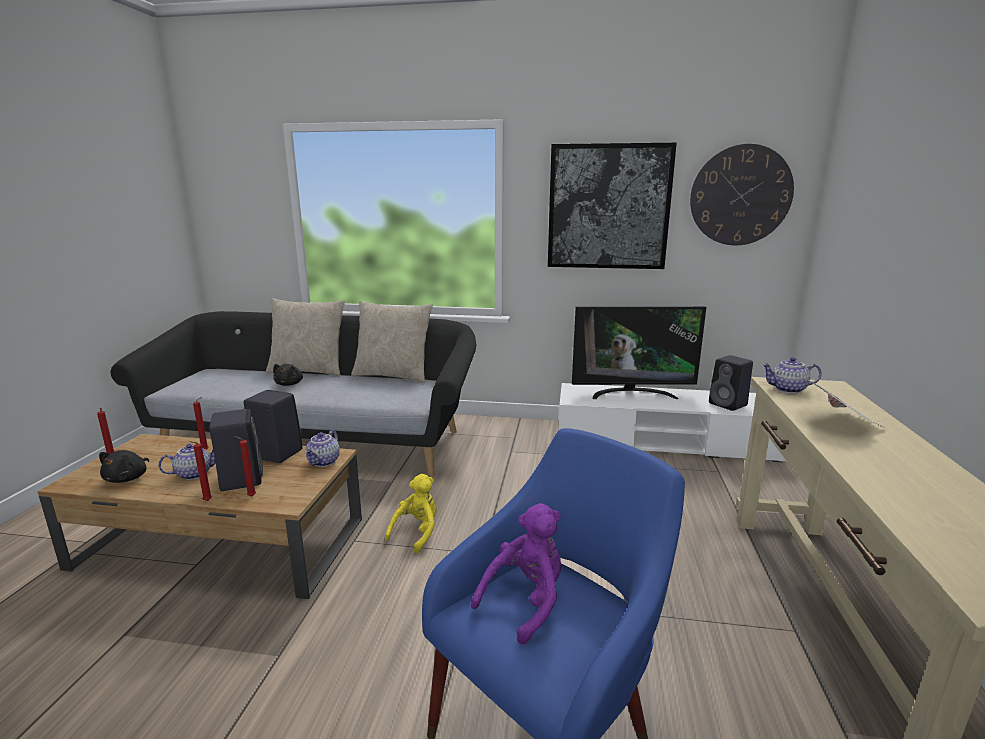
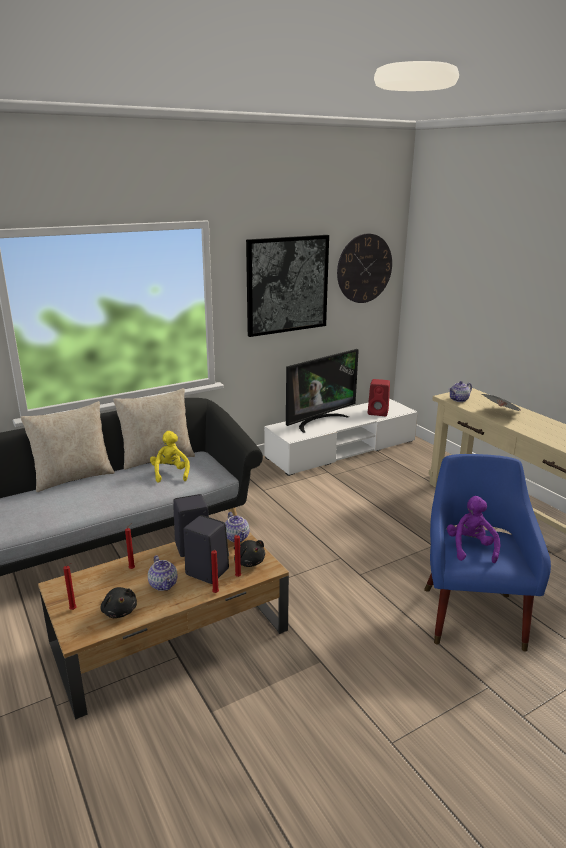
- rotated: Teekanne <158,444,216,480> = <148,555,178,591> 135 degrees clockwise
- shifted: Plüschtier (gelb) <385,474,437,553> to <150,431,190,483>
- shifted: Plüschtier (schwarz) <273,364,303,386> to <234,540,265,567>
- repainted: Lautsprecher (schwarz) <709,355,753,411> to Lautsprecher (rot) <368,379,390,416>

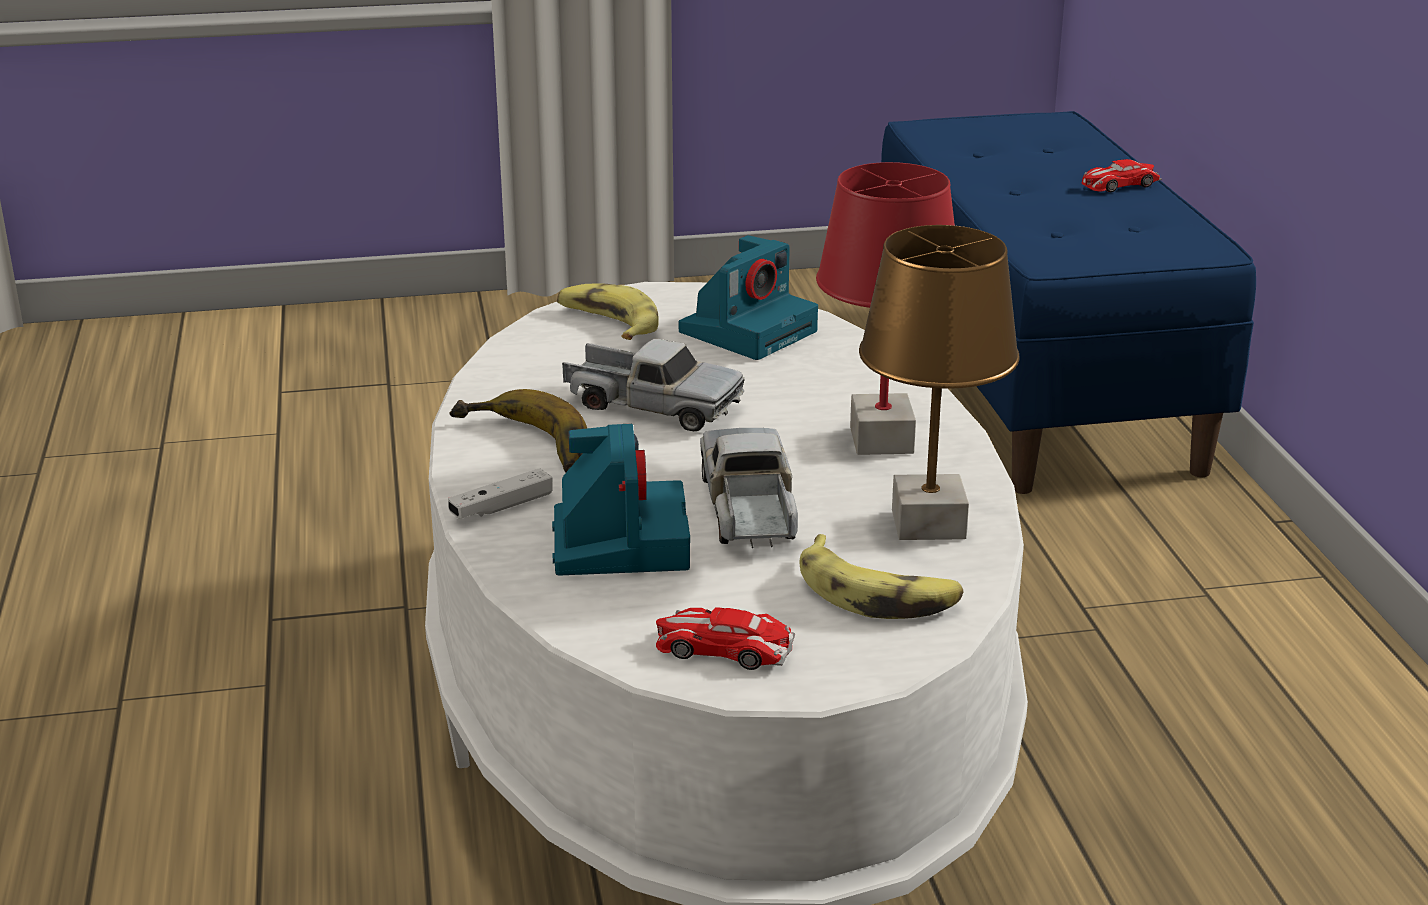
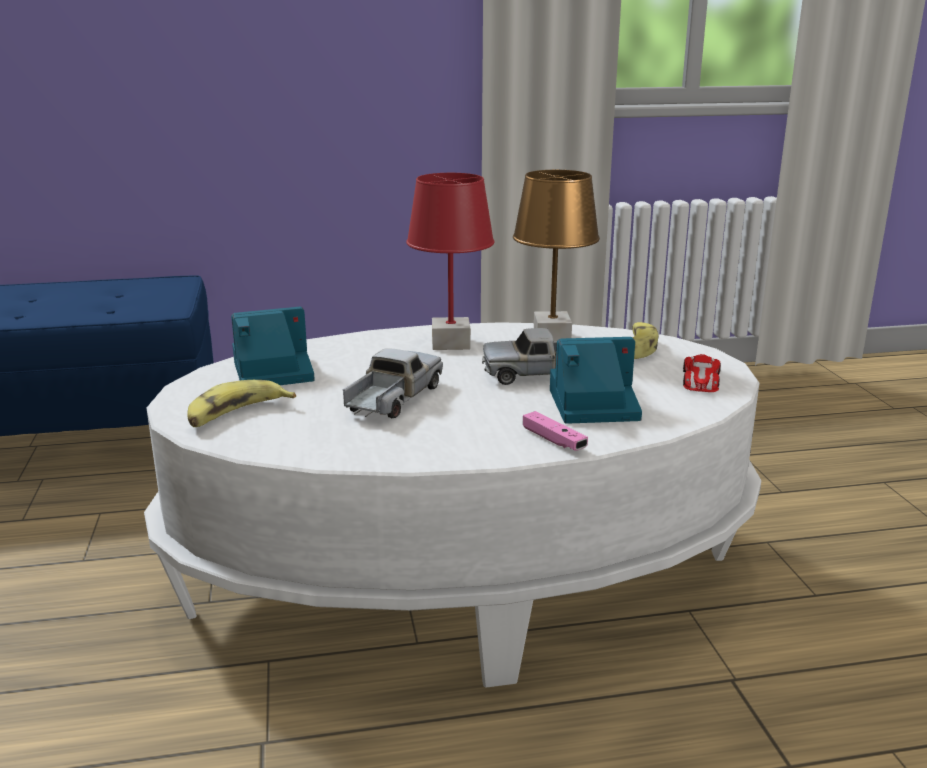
- rotated: Kamera <679,235,818,360> = <231,307,315,385> 60 degrees counterclockwise
- repainted: Gamepad (weiß) <448,468,553,519> to Gamepad (rosa) <523,411,588,451>
- gone: Banane <449,389,587,472>
- gone: Spielzeugauto <1081,159,1162,192>

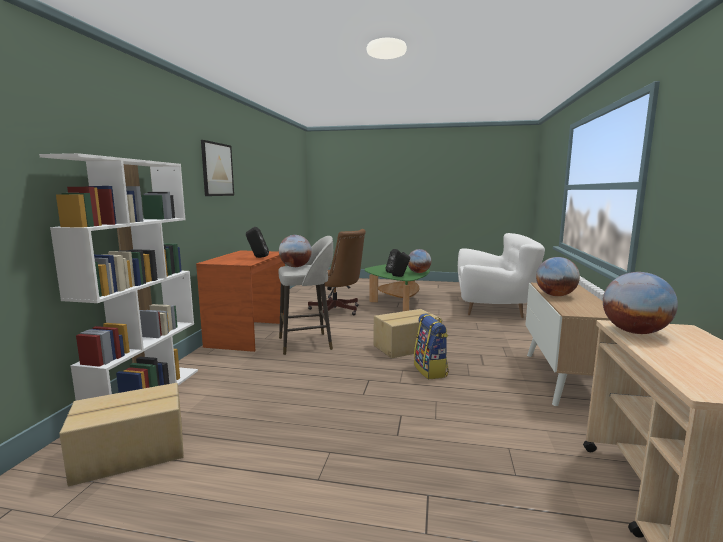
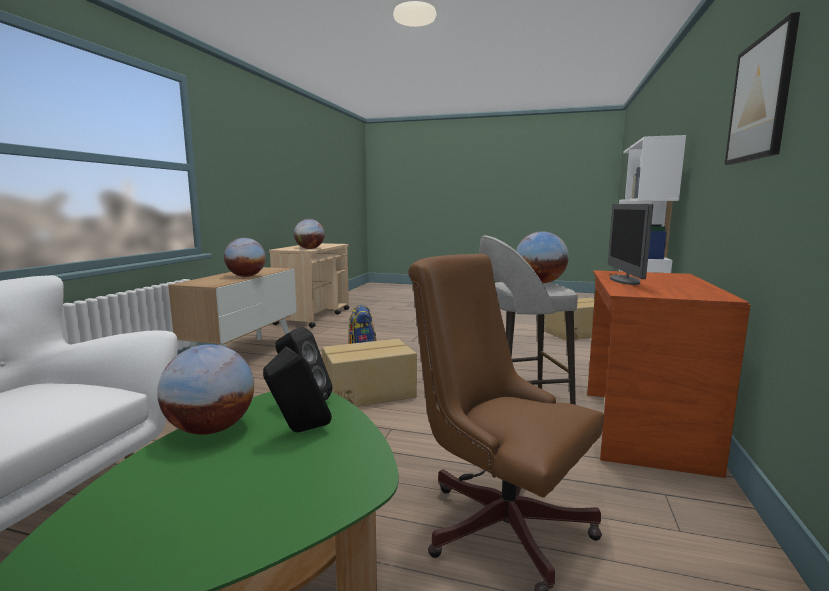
- swapped: Lautsprecher (schwarz) <246,227,269,258> to Monitor <608,204,653,285>

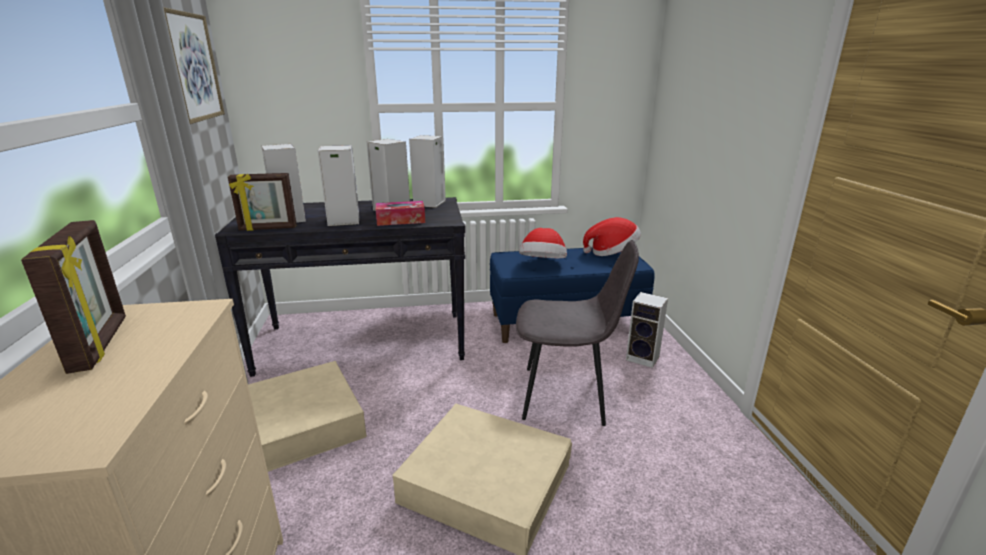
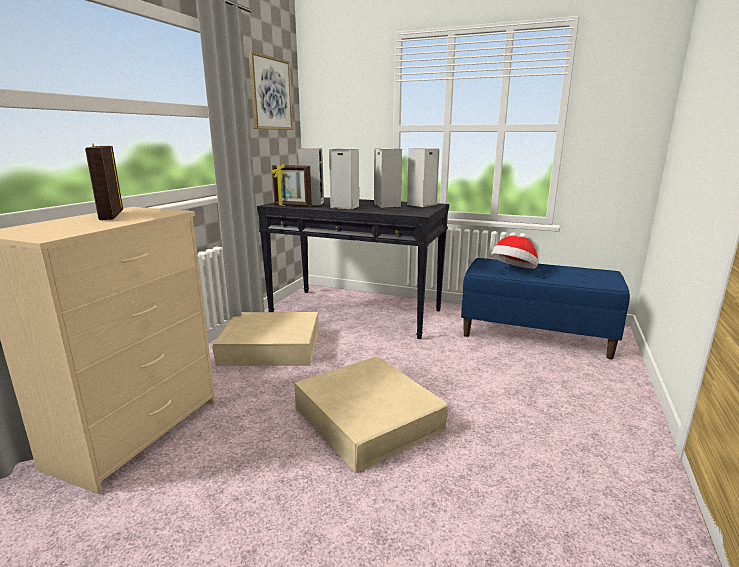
- rotated: Bilderrahmen <21,220,126,374> = <85,143,123,220> 150 degrees clockwise
- gone: Taschentuchbox <376,201,425,226>
- gone: Stuhl (grau) <516,240,639,426>
- gone: Hut <583,217,641,256>
- gone: Lautsprecher <626,292,668,368>

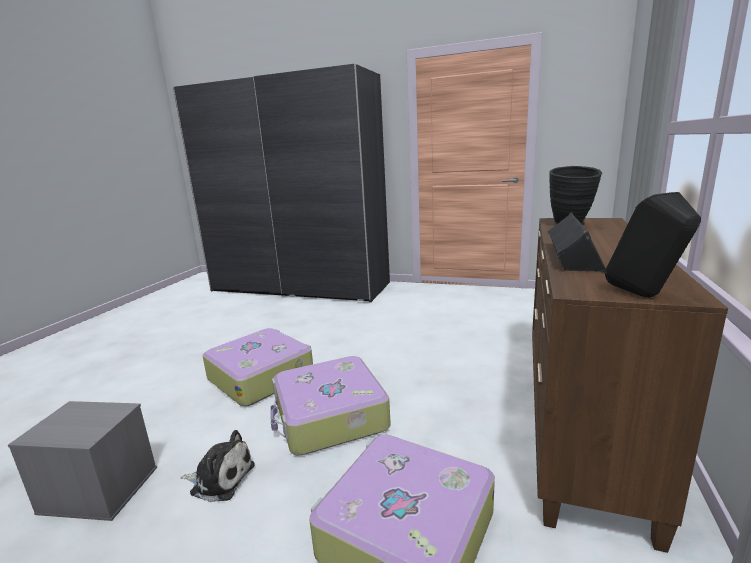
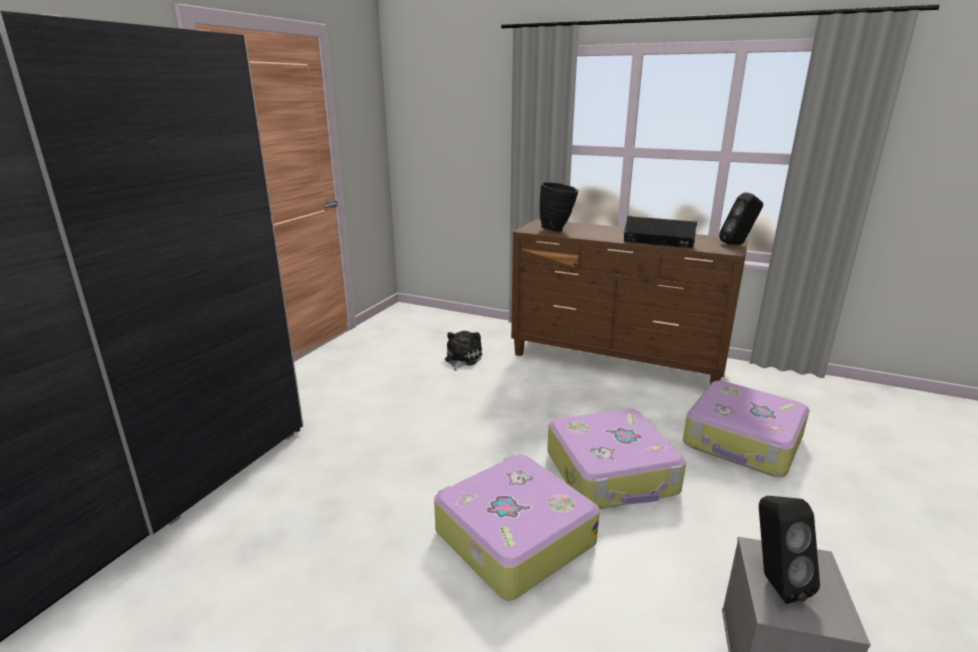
- shifted: Plüschtier <180,430,255,502> to <445,331,482,371>
- new: Lautsprecher (schwarz) <759,496,820,604>

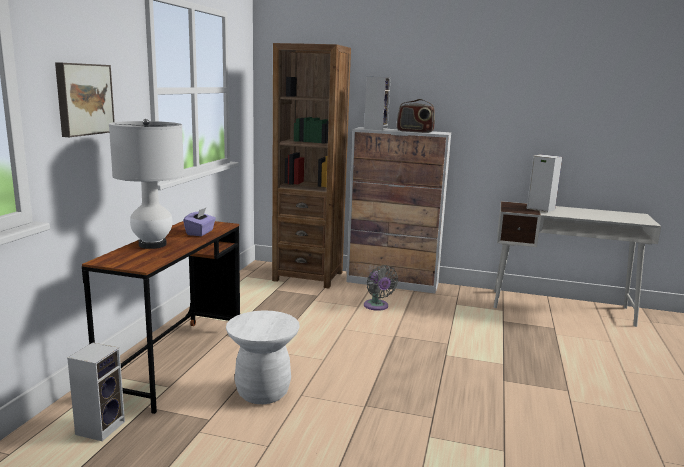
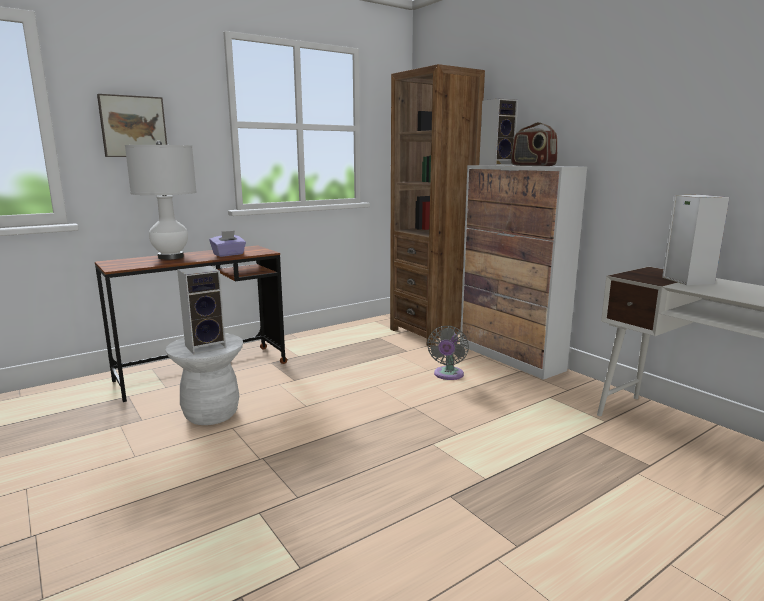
- shifted: Lautsprecher <67,342,125,441> to <177,266,226,355>

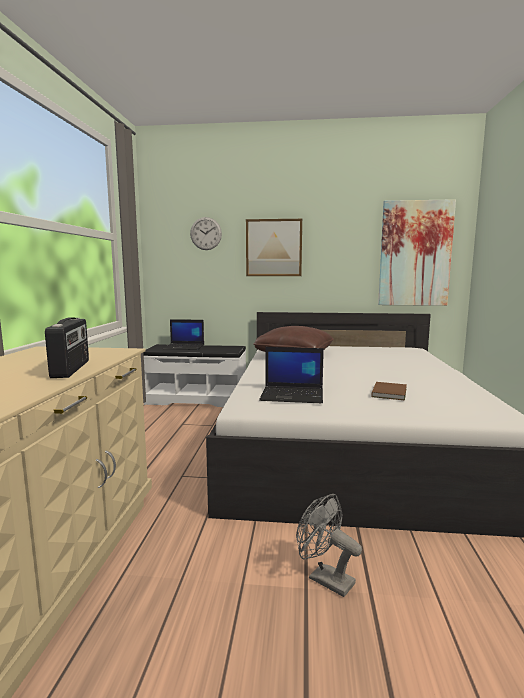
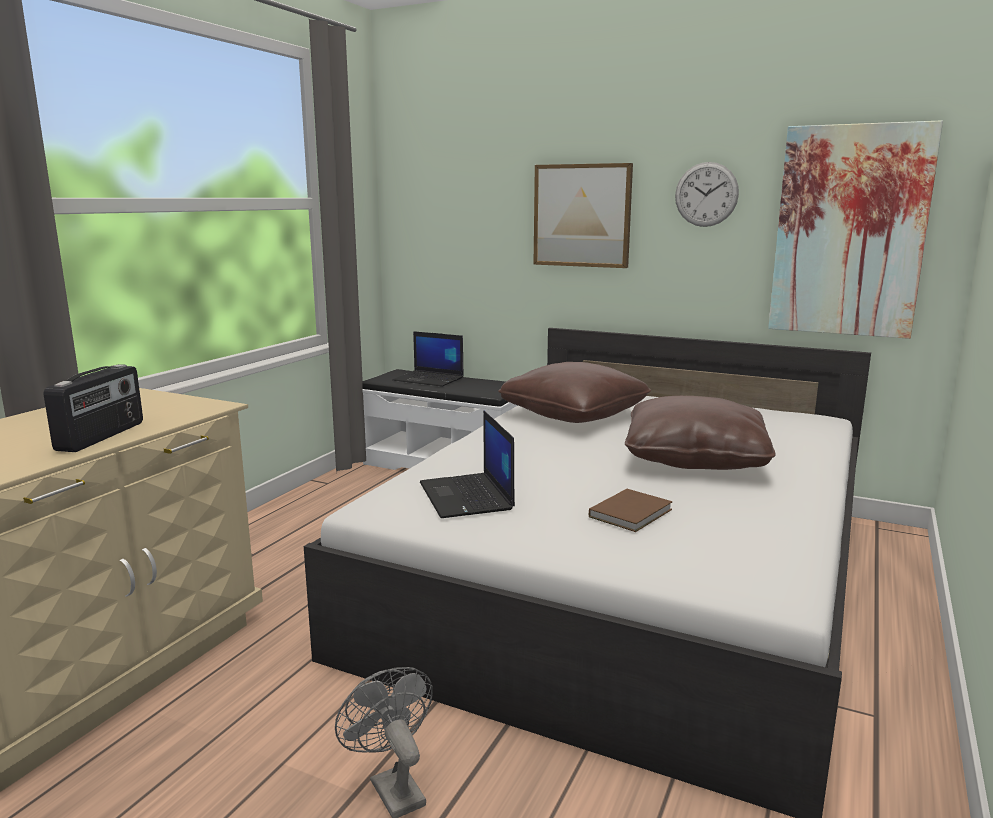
- rotated: Laptop <259,347,324,403> = <420,410,515,518> 45 degrees clockwise
- new: Kissen (braun) <625,396,776,470>
- shifted: Wanduhr <190,217,222,250> to <675,162,739,227>

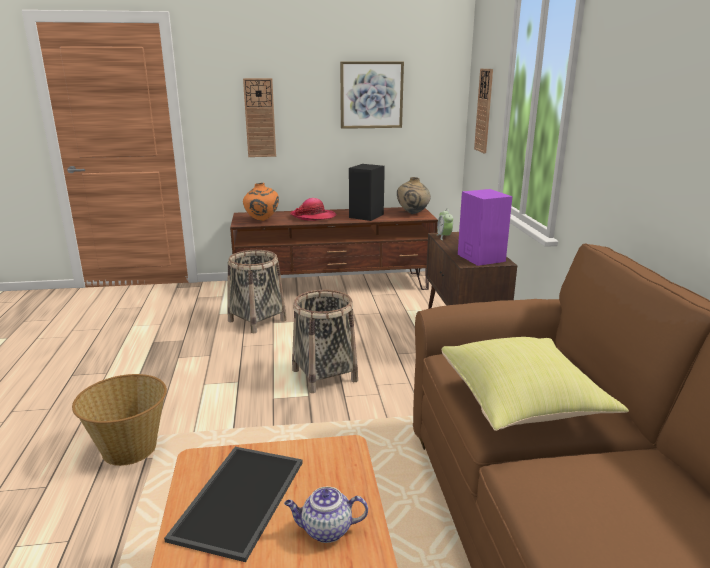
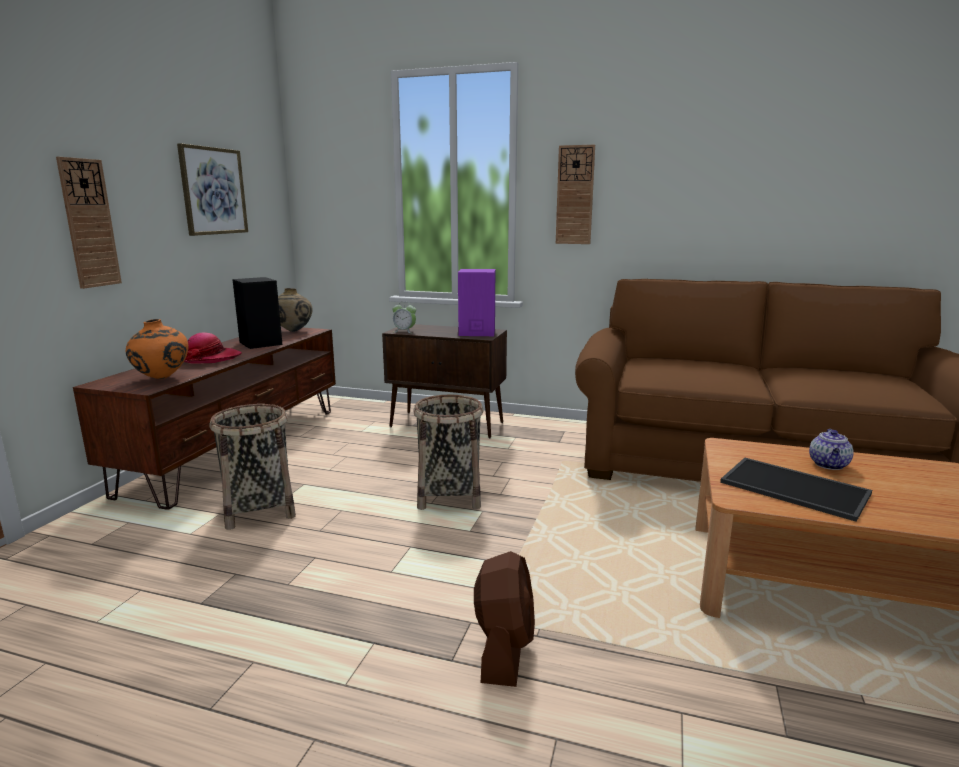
- swapped: Korb <72,374,167,466> to Ventilator (braun) <474,551,535,687>
- shifted: Wanduhr <474,69,493,153> to <556,145,595,244>
- gone: Kissen (gelb) <441,337,629,431>

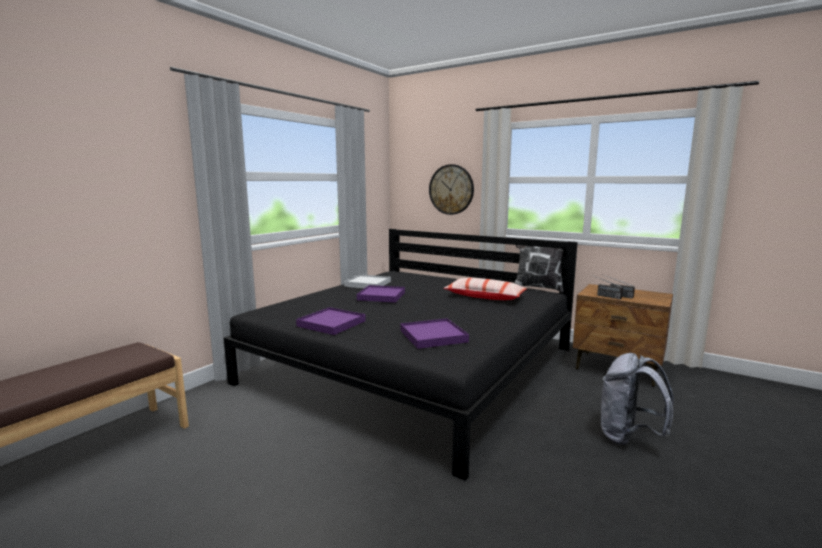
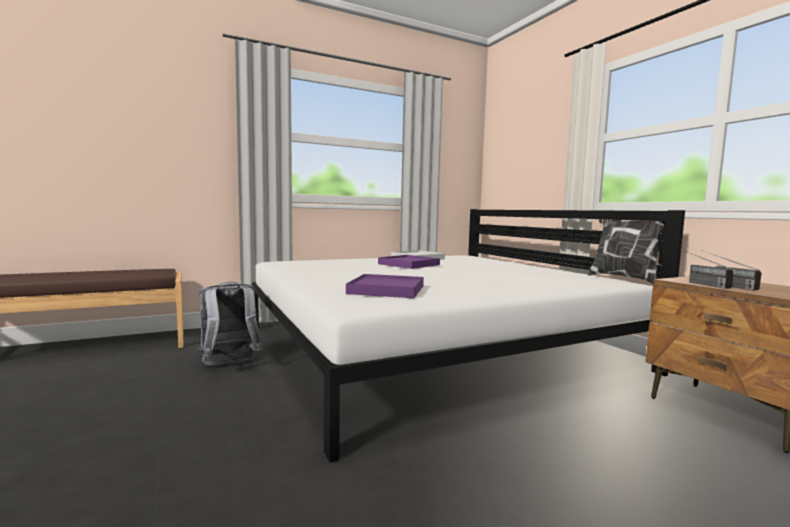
- shifted: Rucksack (grau) <601,353,674,445> to <196,282,263,366>
- repainted: Bett (schwarz) <224,229,578,481> to Bett (weiß) <252,209,685,463>
- gone: Tablett (lila) <296,307,366,335>
- gone: Wanduhr <429,164,474,215>
- gone: Kissen <444,278,527,300>

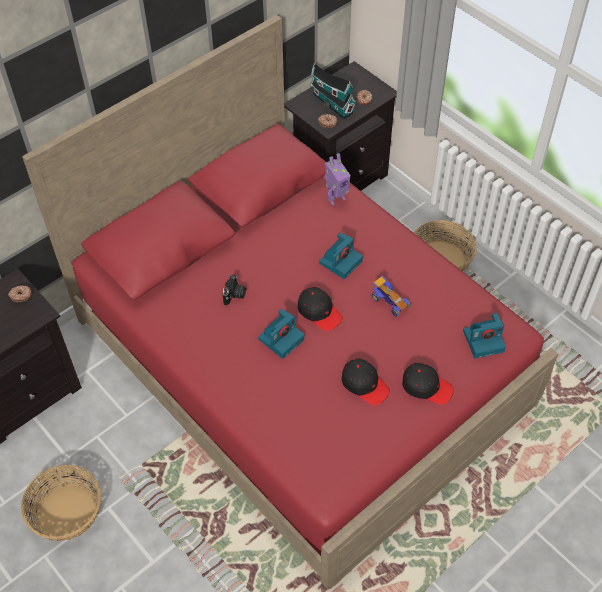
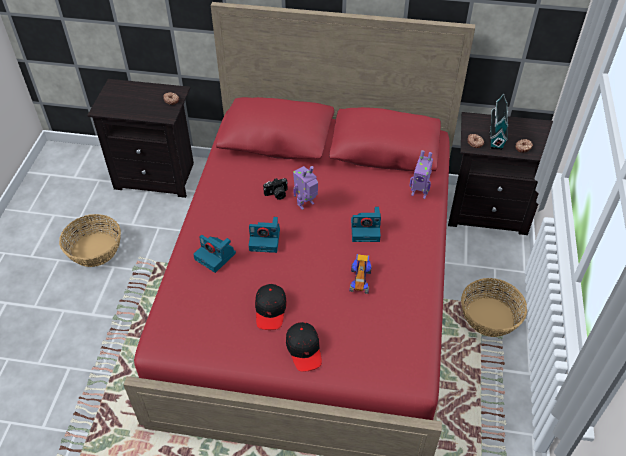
- shifted: Kamera <463,313,506,358> to <193,235,236,273>
- new: Spielzeugroboter <293,166,318,210>
- gone: Kappe (schwarz) <298,287,343,331>

